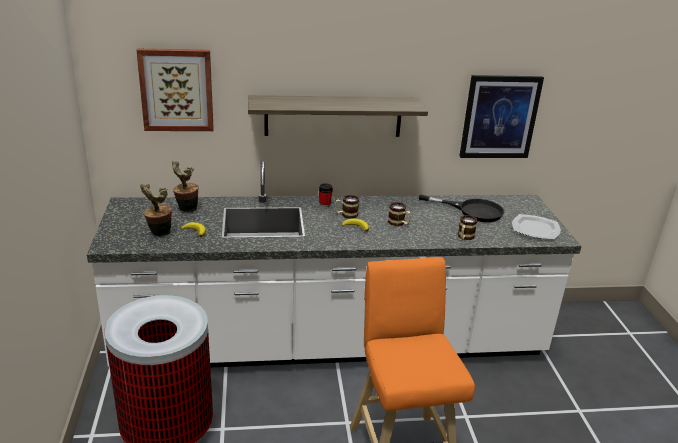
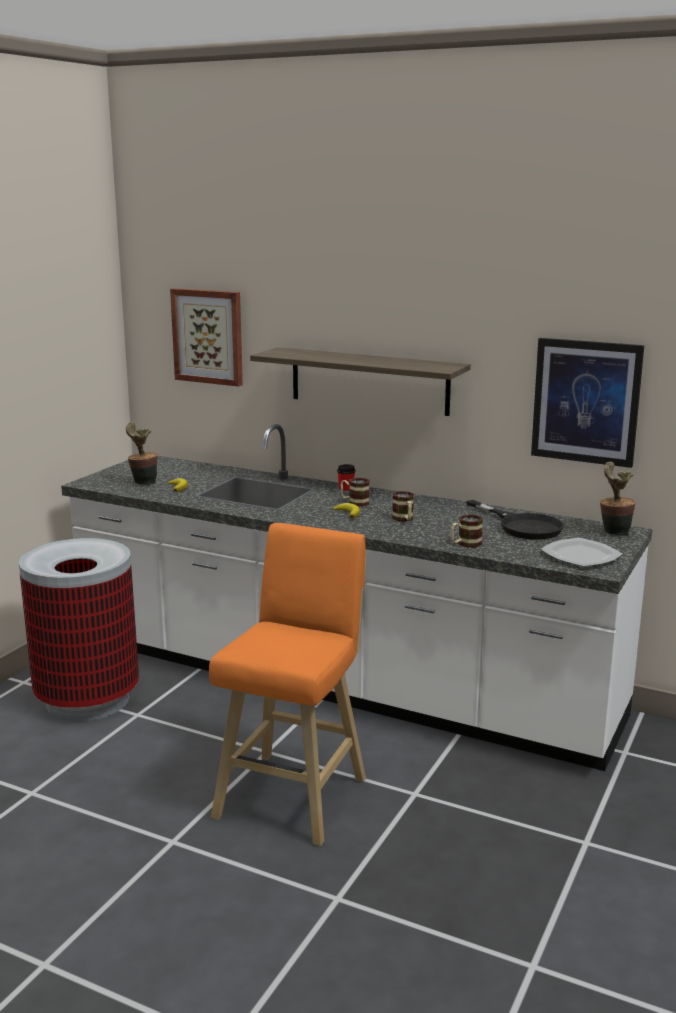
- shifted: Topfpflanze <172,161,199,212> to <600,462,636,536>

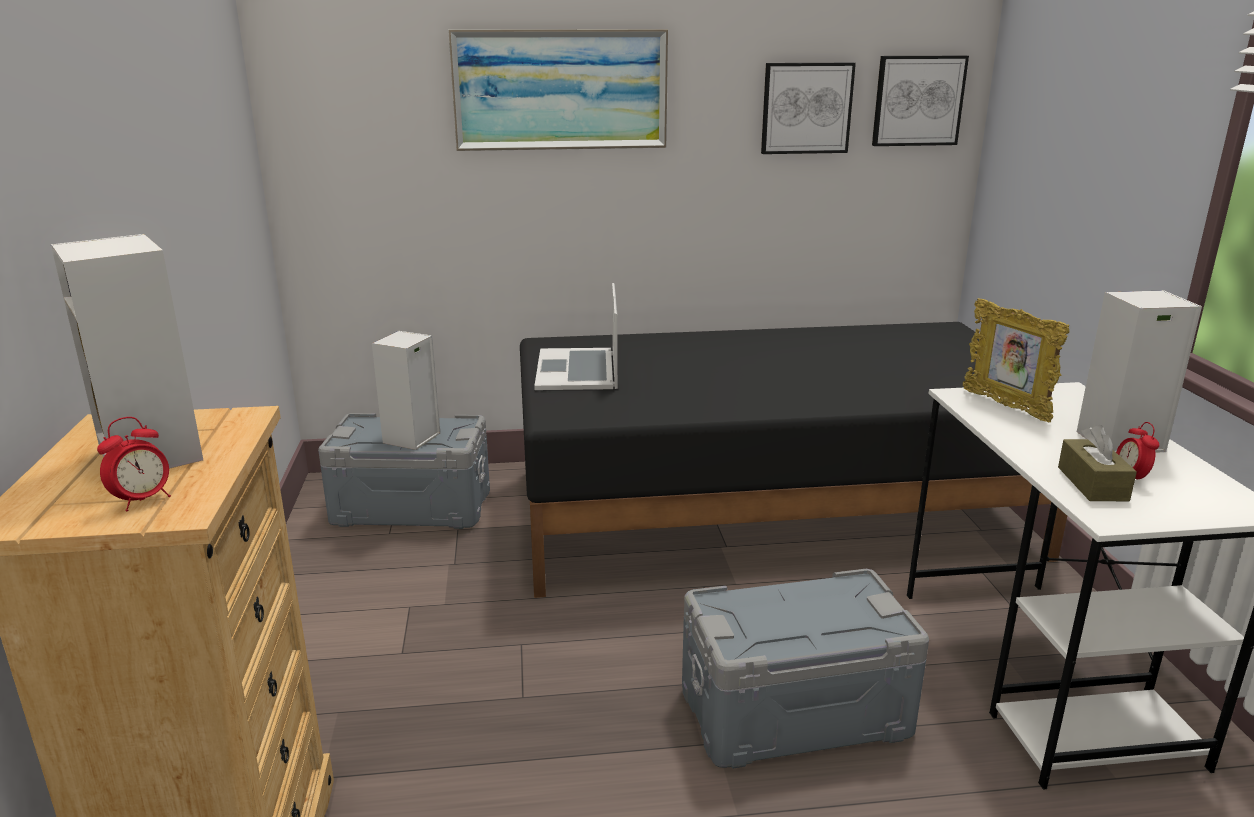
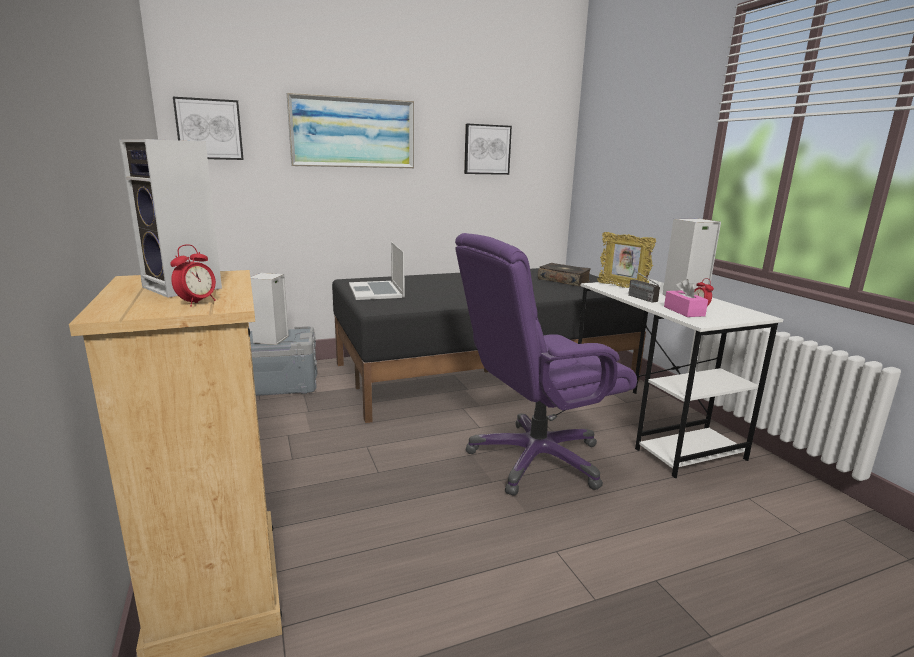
- shifted: Bild <872,56,969,146> to <173,97,244,160>
- swapped: Aufbewahrungsbox (grau) <682,569,929,768> to Bürostuhl (lila) <455,233,637,496>
- new: Buch <538,263,591,286>
- new: Radio <624,264,660,303>
- repainted: Taschentuchbox (braun) <1058,425,1137,501> to Taschentuchbox (rosa) <664,279,708,317>

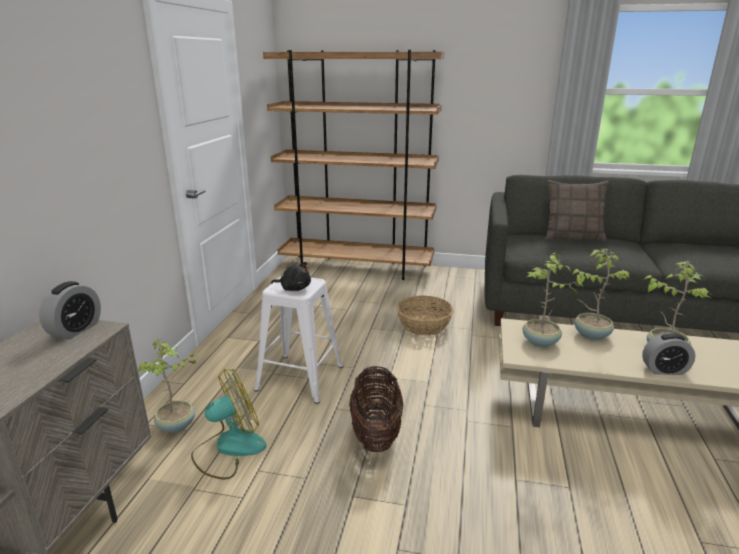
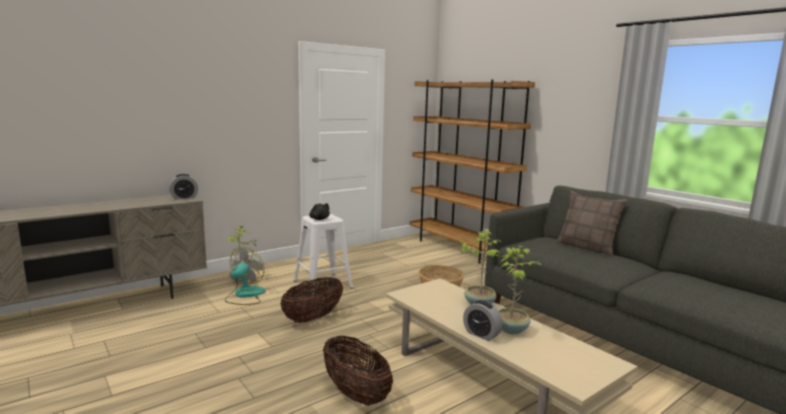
- rotated: Ventilator <191,369,266,479> = <225,247,266,305> 75 degrees counterclockwise
- new: Korb <323,336,393,406>
- gone: Topfpflanze <522,252,583,348>

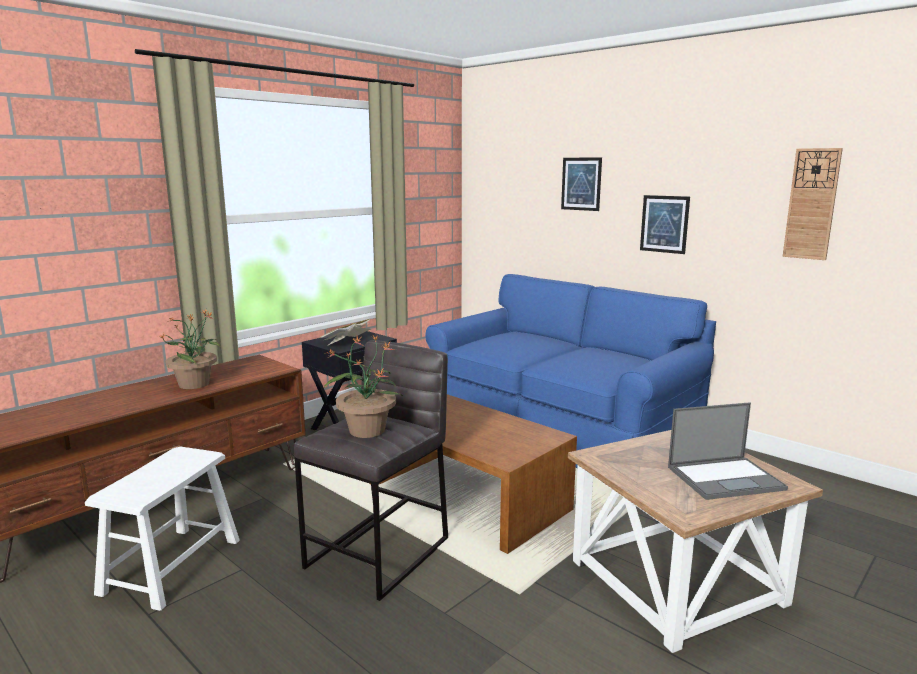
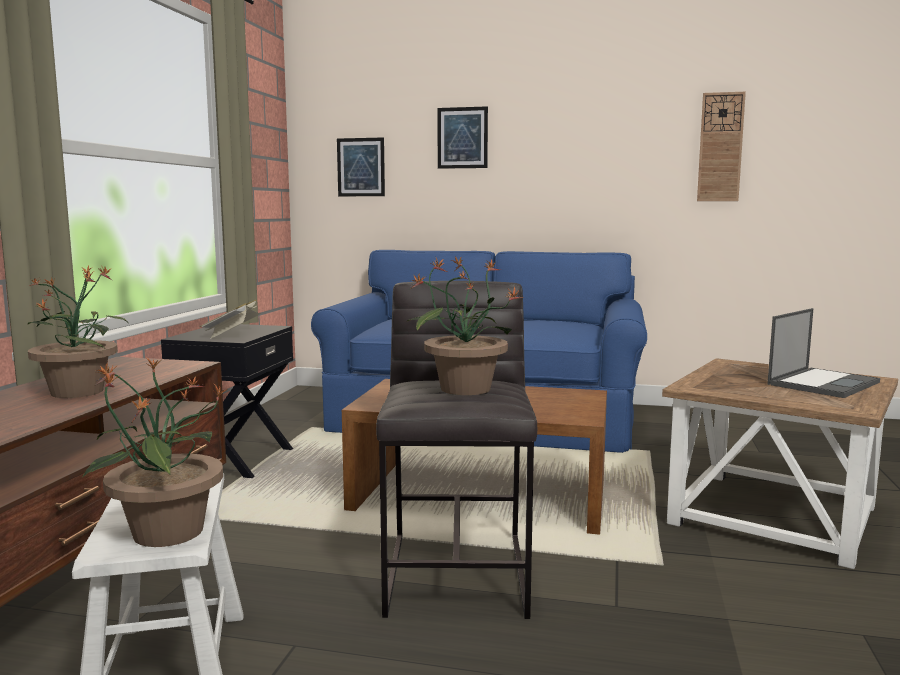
- new: Topfpflanze <83,358,227,547>
- shifted: Bild <640,195,690,254> to <337,137,385,196>

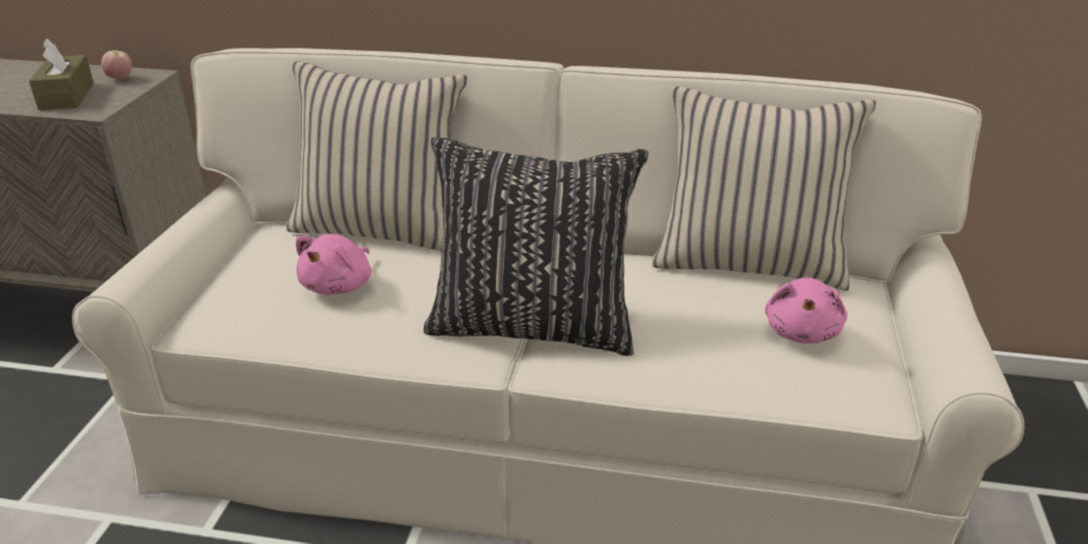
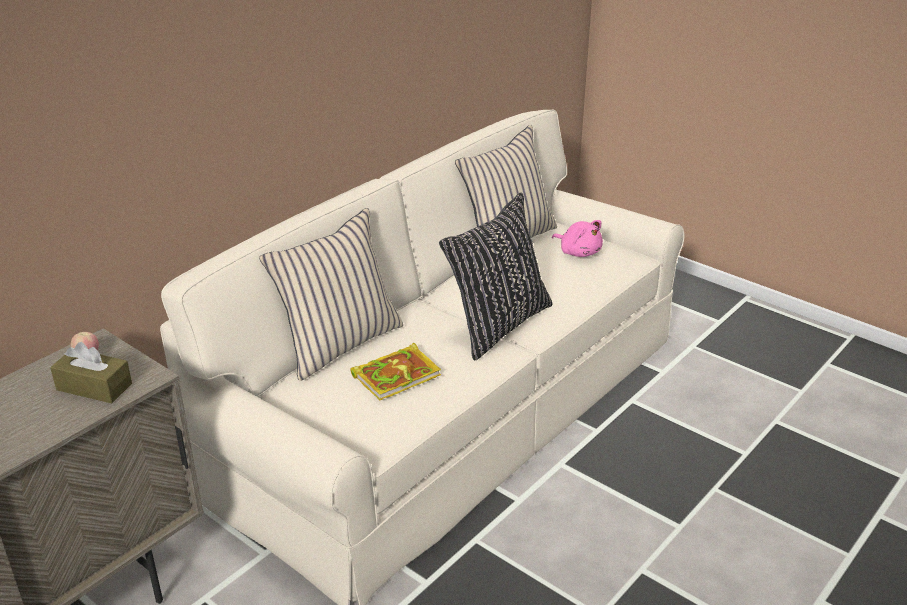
- swapped: Plüschtier (rosa) <296,234,371,295> to Buch <350,343,441,401>

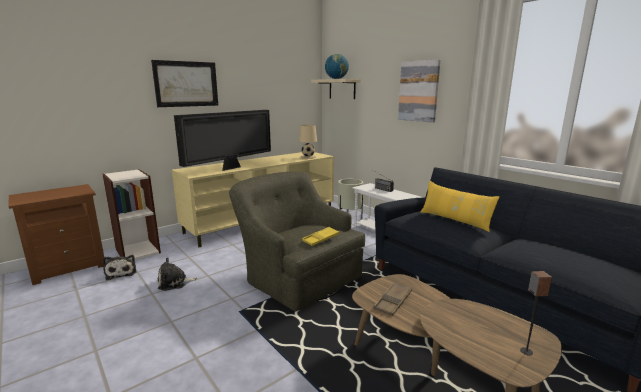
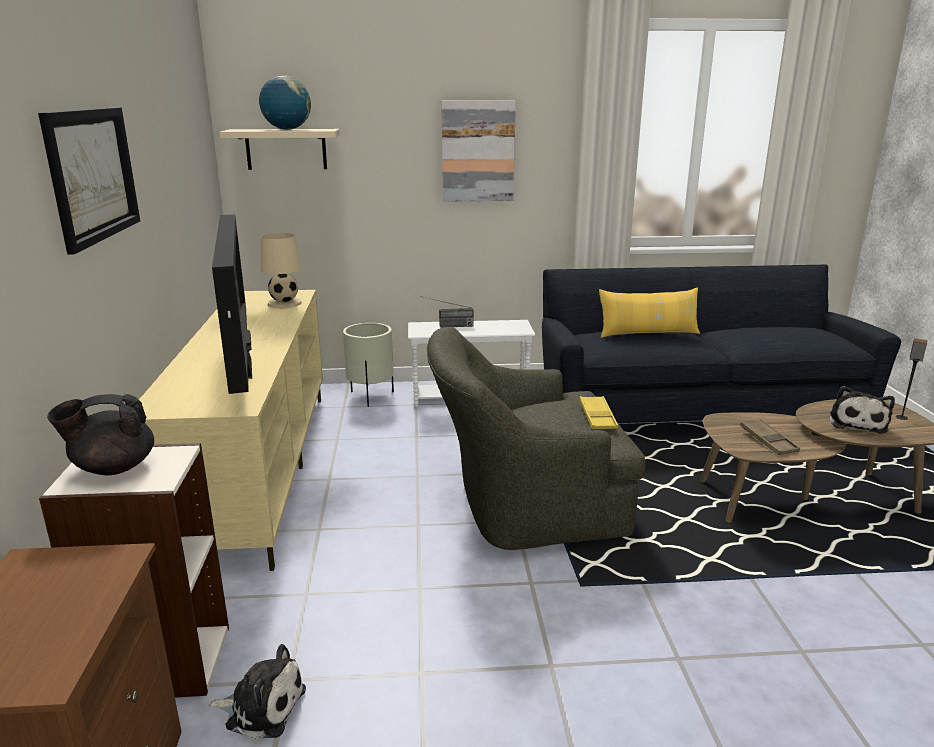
- new: Teekanne (schwarz) <47,394,154,475>
- shifted: Plüschtier <158,258,198,291> to <829,386,895,434>

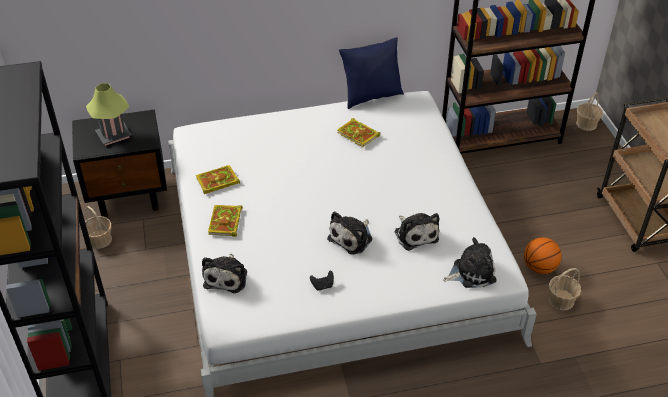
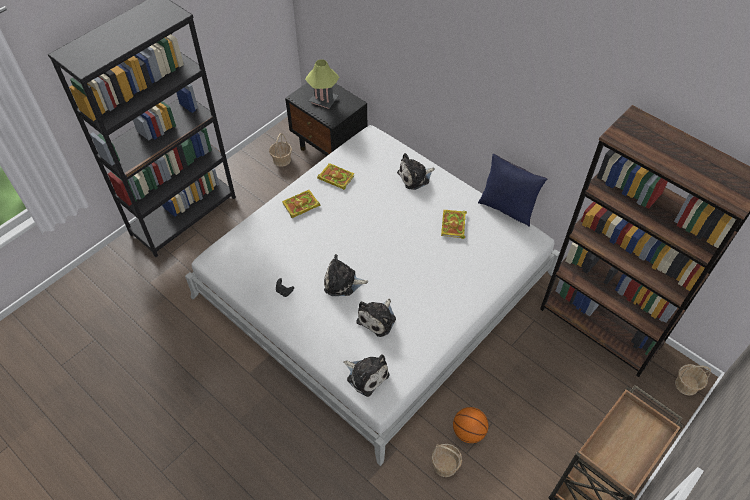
- shifted: Plüschtier <202,254,247,293> to <397,153,435,190>

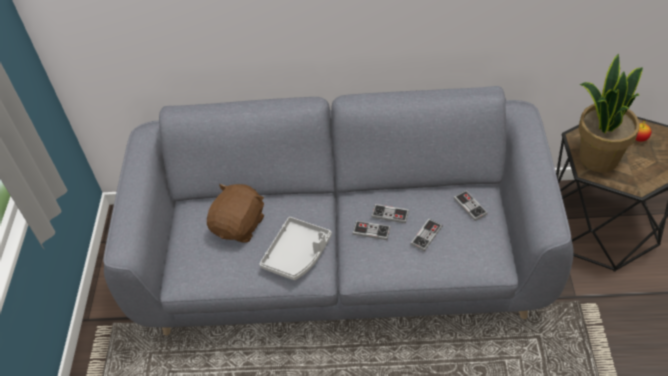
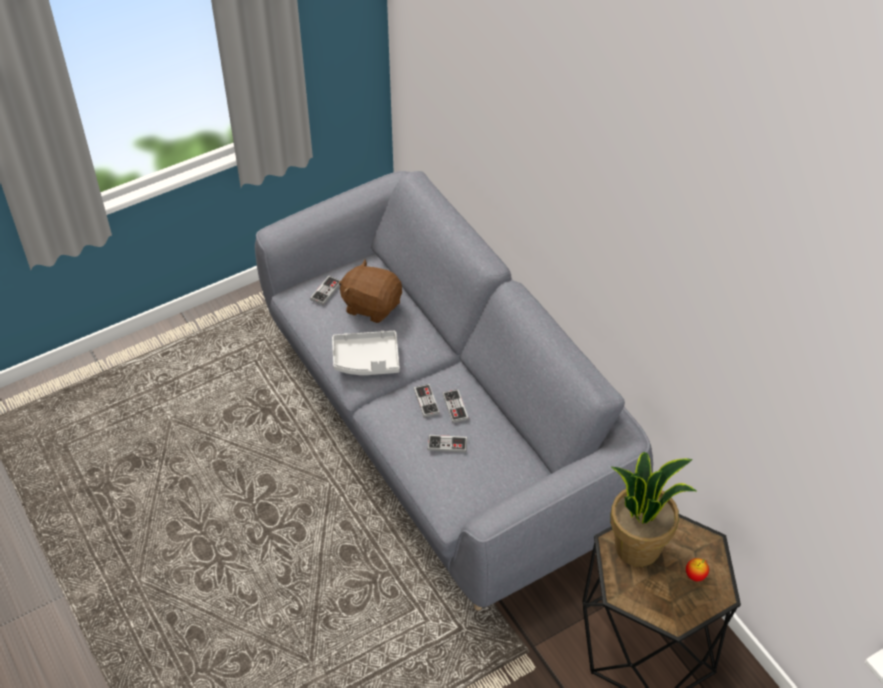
- shifted: Gamepad <454,190,488,221> to <310,276,341,305>
- rotated: Plüschtier (braun) <207,184,264,243> = <339,260,402,323> 150 degrees counterclockwise

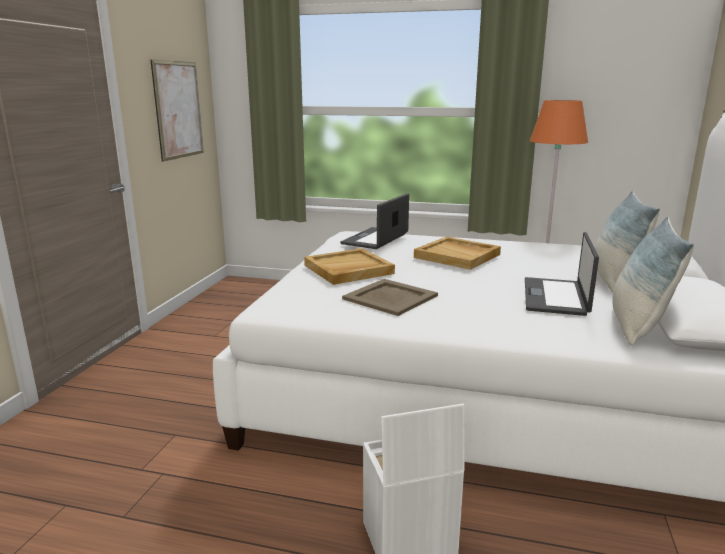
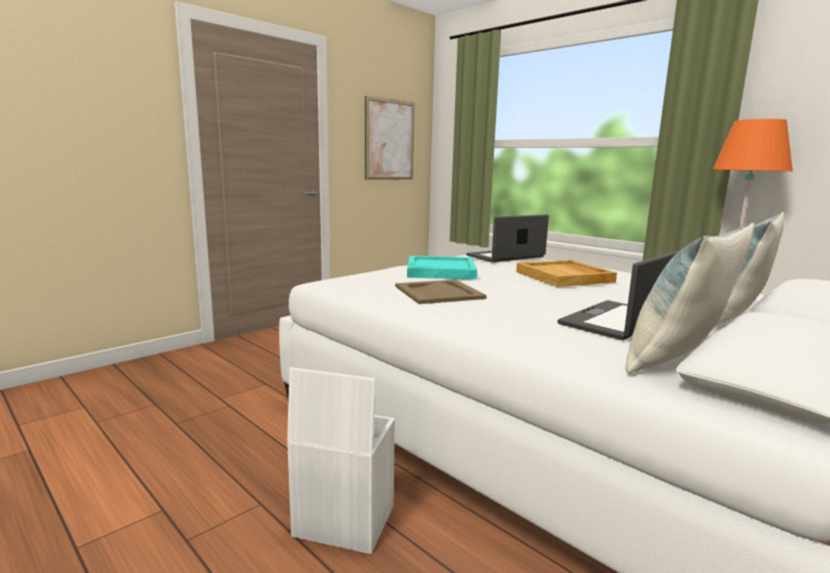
- repainted: Tablett (beige) <304,248,395,285> to Tablett (türkis) <407,256,477,280>

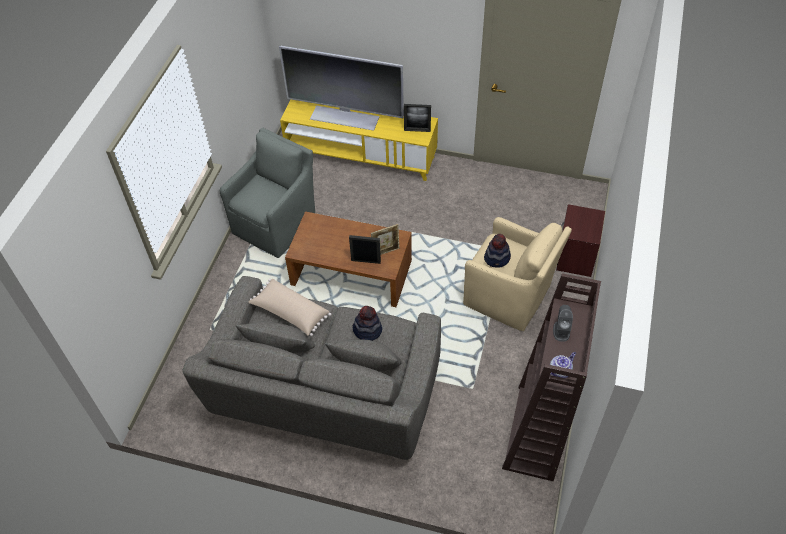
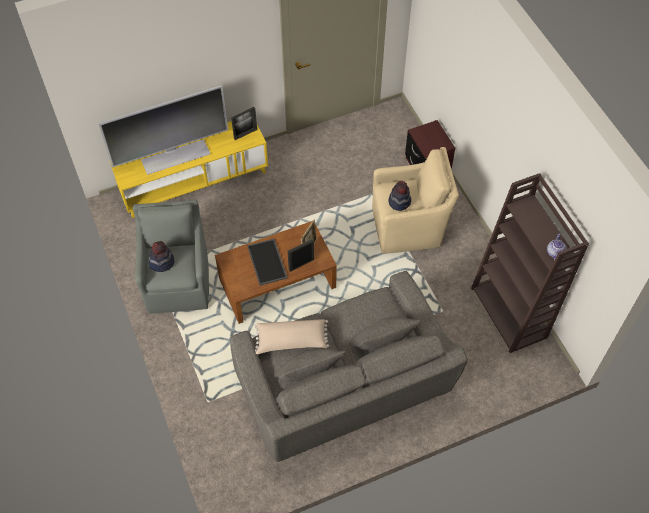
- shifted: Hut <353,306,382,341> to <149,241,174,272>
- new: Tablett <247,239,288,286>
- gone: Lautsprecher (grau) <553,305,573,342>

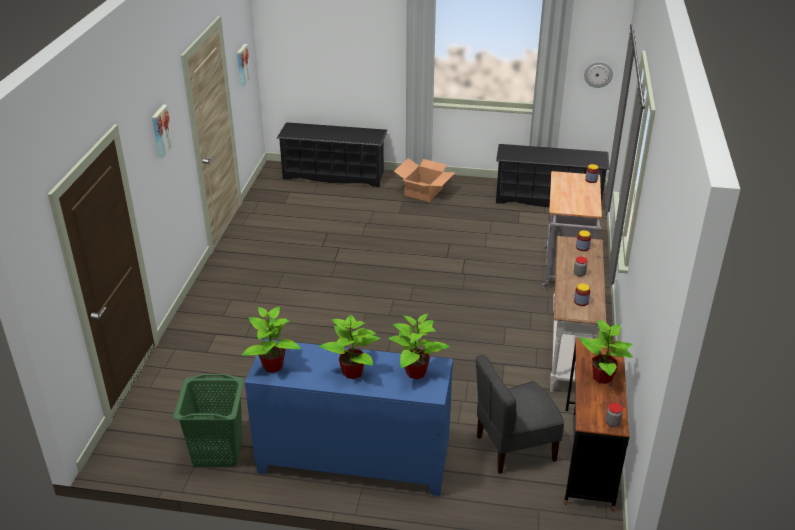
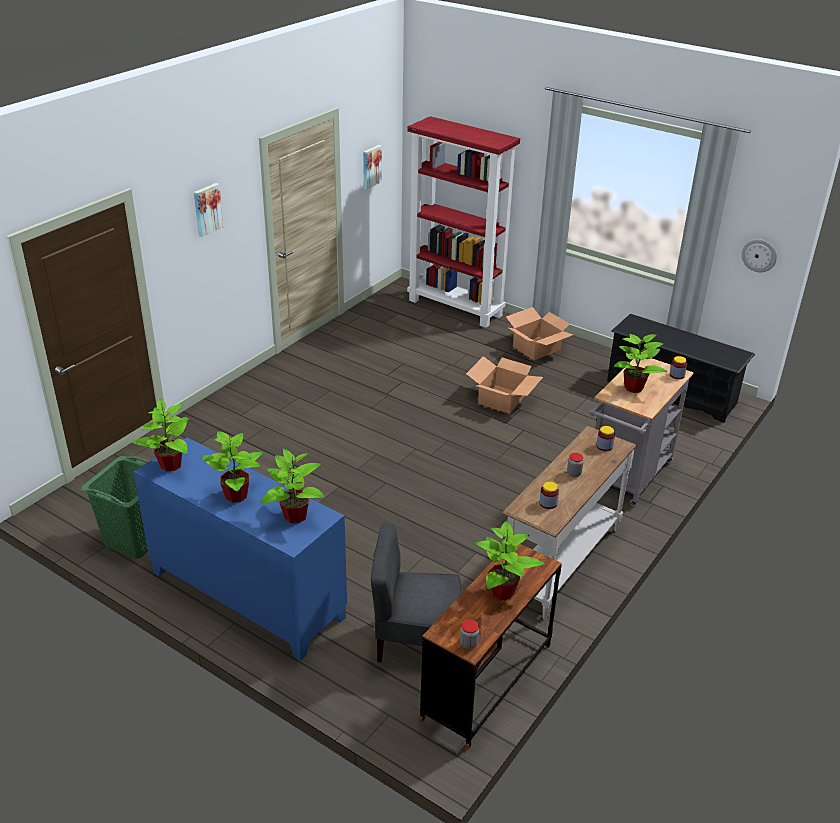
- swapped: Schuhregal (schwarz) <277,122,387,187> to Bücherregal (rot) <407,116,520,328>
- new: Karton <466,356,543,414>
- new: Topfpflanze <614,334,667,393>

